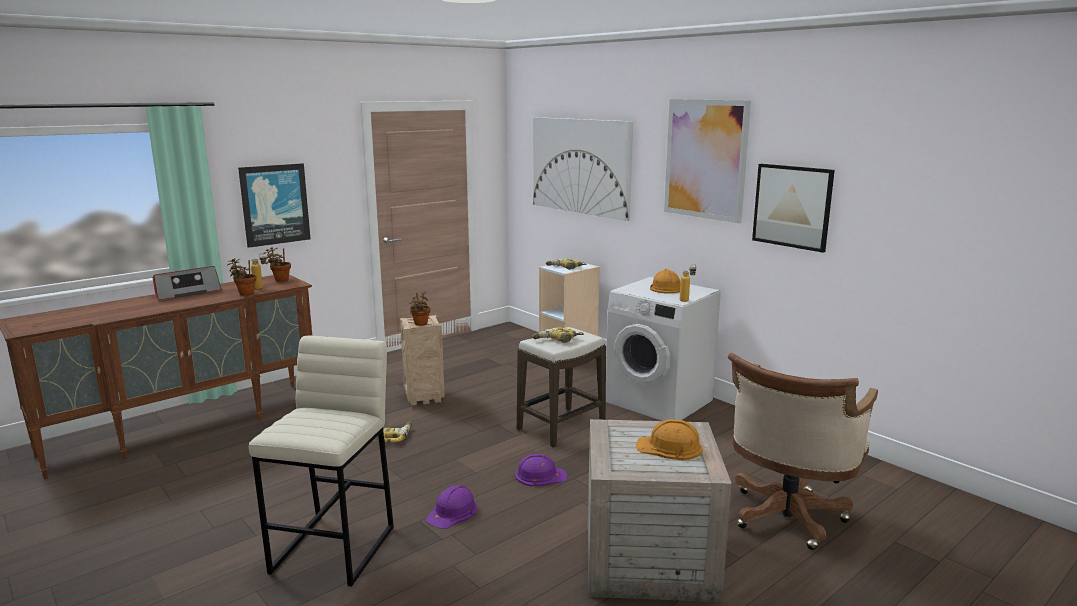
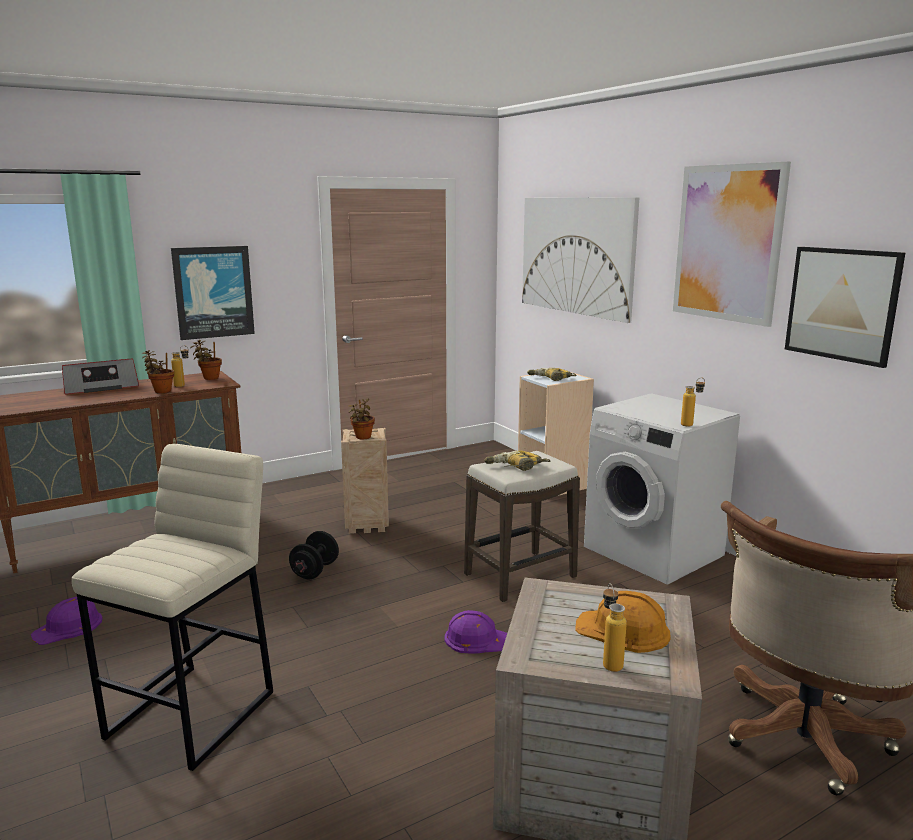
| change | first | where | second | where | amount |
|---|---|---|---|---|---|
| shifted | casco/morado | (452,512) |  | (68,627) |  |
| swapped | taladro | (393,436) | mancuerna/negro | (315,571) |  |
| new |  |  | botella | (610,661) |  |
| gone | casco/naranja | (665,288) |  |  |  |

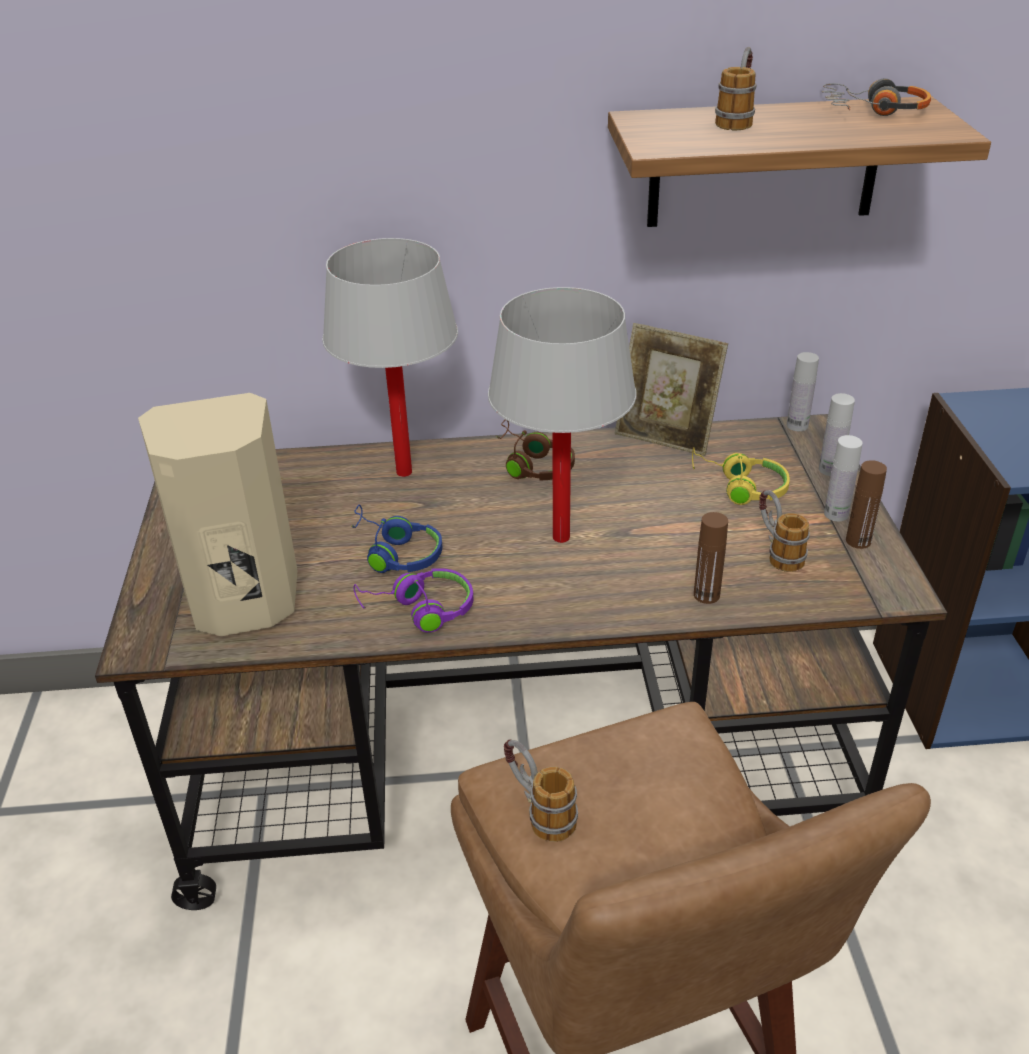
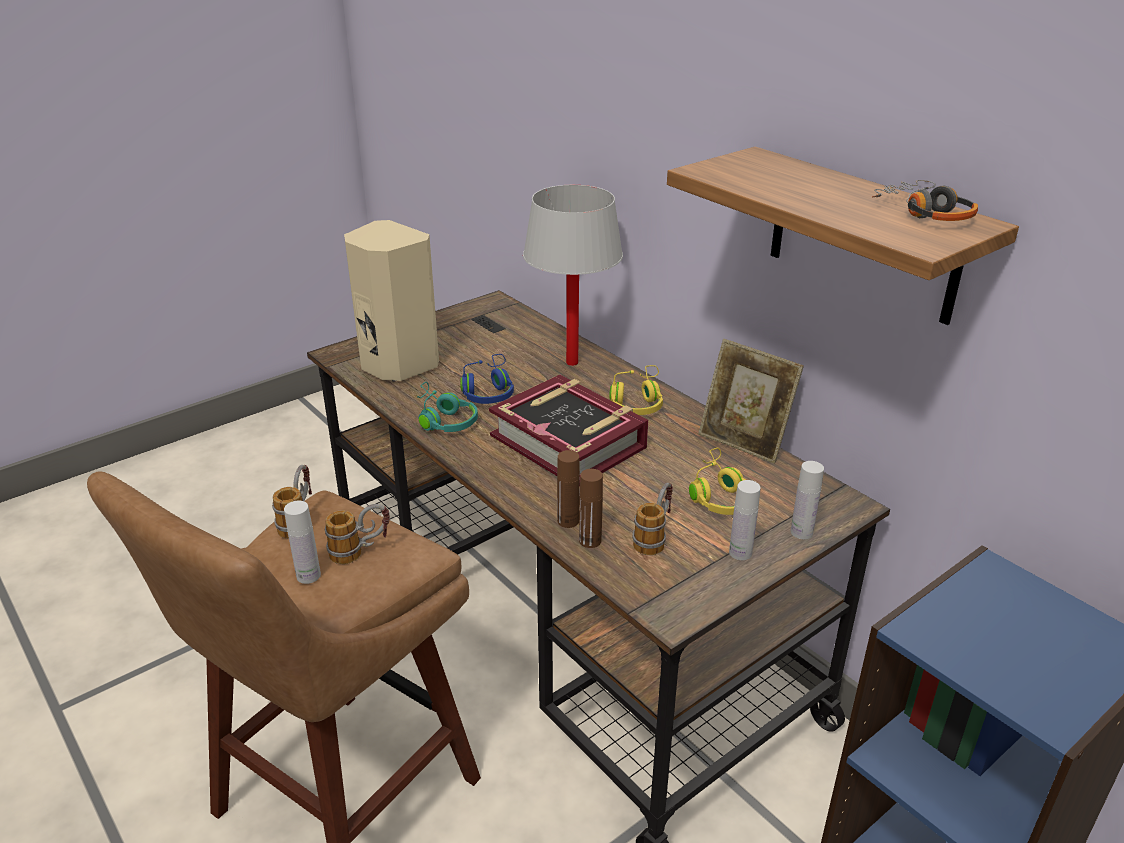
| change | first | where | second | where | amount |
|---|---|---|---|---|---|
| shifted | botella/blanco | (797,425) |  | (308,575) |  |
| shifted | taza grande | (737,119) |  | (360,551) |  |
| repainted | auriculares/morado | (419,610) | auriculares/turquesa | (443,419) |  |
| swapped | lámpara de mesa/blanco | (561,537) | libro | (569,441) |  |
| shifted | botella/marrón | (858,541) |  | (590,540) |  |
| repainted | auriculares/marrón | (532,464) | auriculares/amarillo | (637,402) |  |
| rotated | portarretratos | (666,436) |  | (744,442) | 45 degrees counterclockwise |

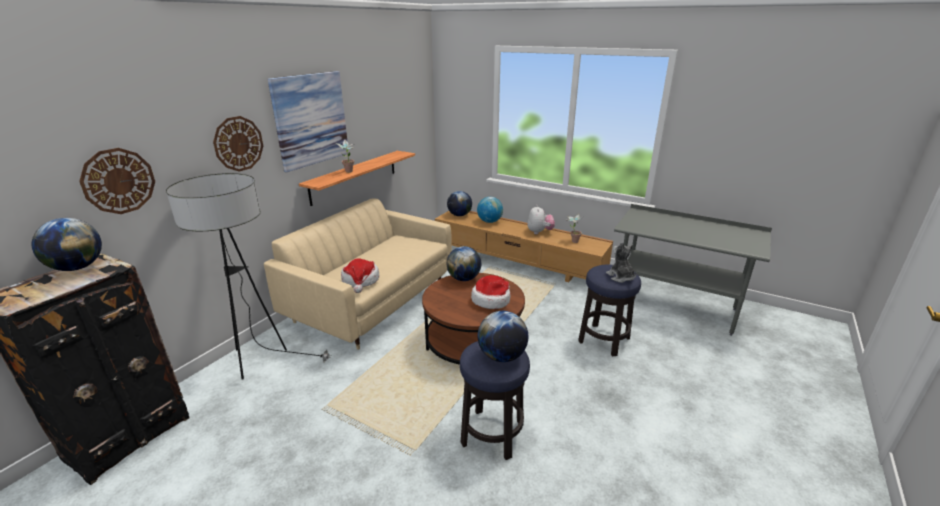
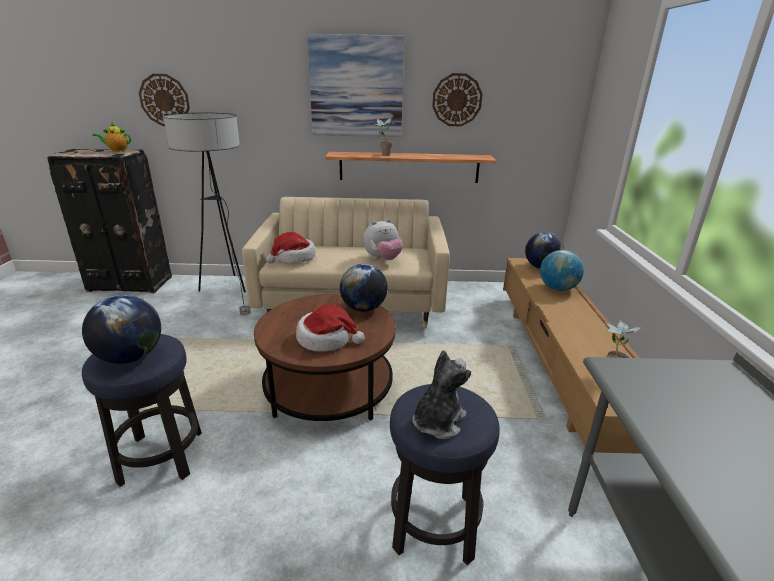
| change | first | where | second | where | amount |
|---|---|---|---|---|---|
| swapped | globo terráqueo | (77,268) | tetera | (117,150) |  |
| shifted | peluche | (539,232) |  | (383,259) |  |
| shifted | reloj de pared | (238,144) |  | (457,100) |  |

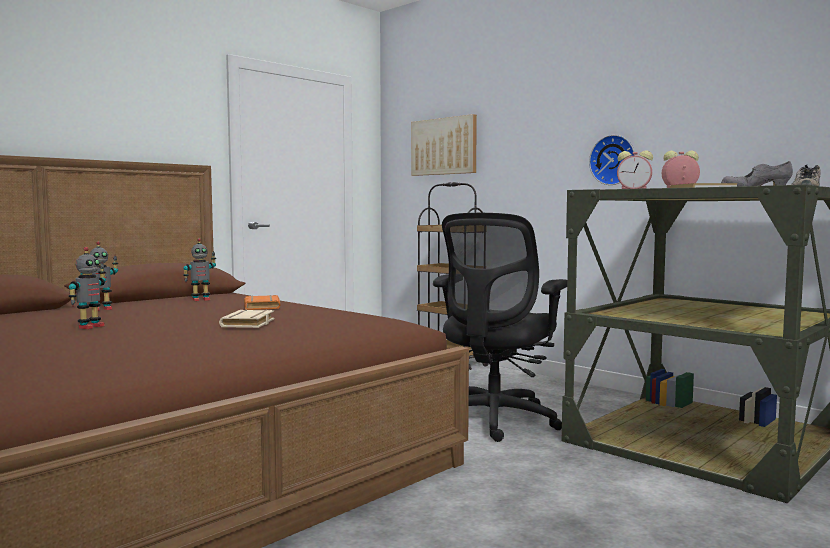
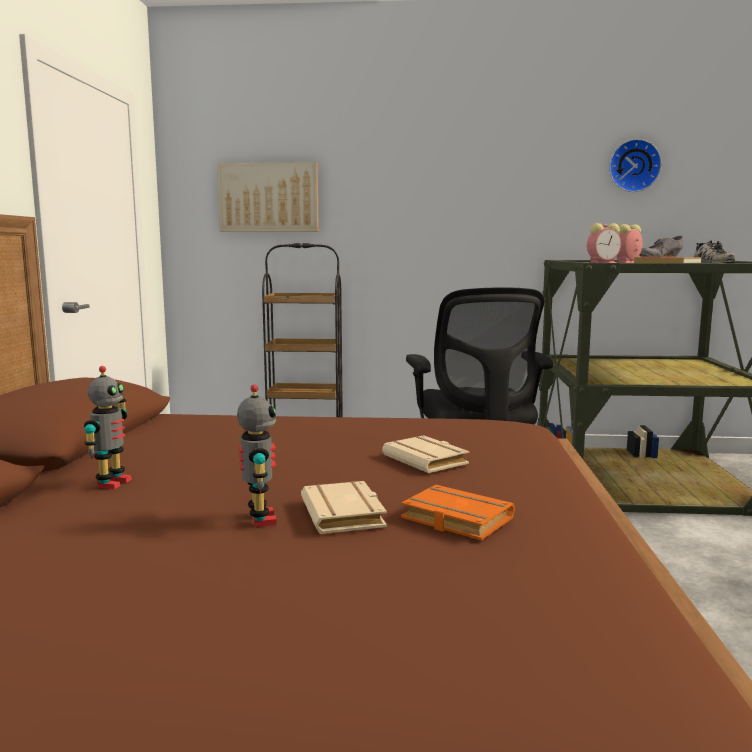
| change | first | where | second | where | amount |
|---|---|---|---|---|---|
| new |  |  | libro/beis | (346,515) |  |
| shifted | libro/naranja | (260,306) |  | (453,519) |  |
| shifted | reloj de pared | (613,160) |  | (633,166) |  |
| gone | robot de juguete | (201,300) |  |  |  |

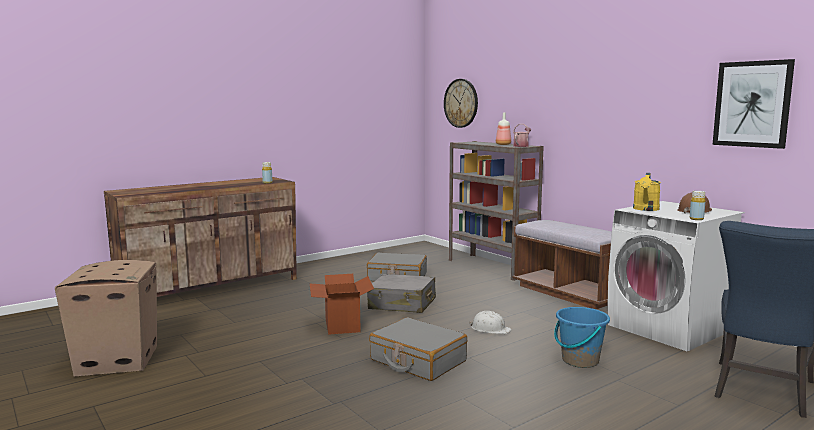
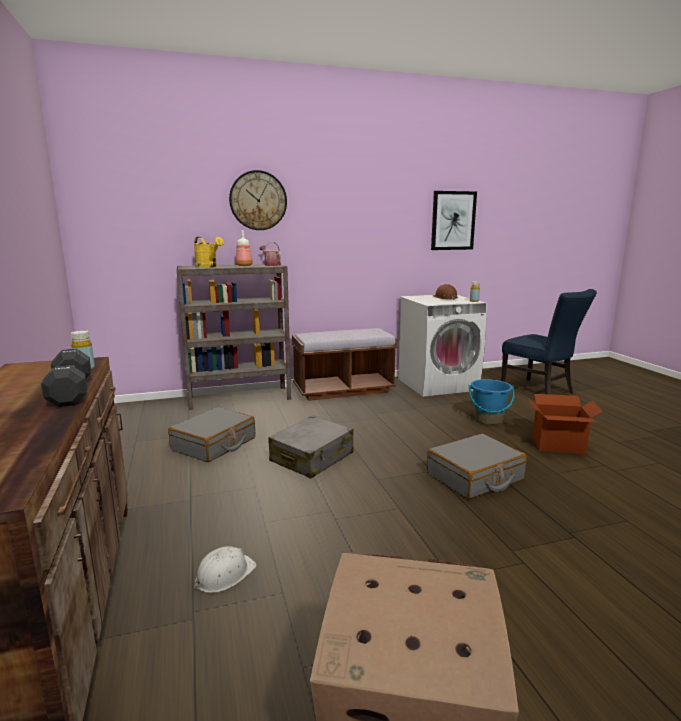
| change | first | where | second | where | amount |
|---|---|---|---|---|---|
| new |  |  | mancuerna/negro | (71,392) |  |
| shifted | regadera/amarillo | (645,209) |  | (208,266) |  |
| shifted | casco/blanco | (490,329) |  | (224,575) |  |
| shifted | reloj de pared | (461,103) |  | (258,200) |  |
| shifted | caja de cartón | (341,325) |  | (558,445) |  |

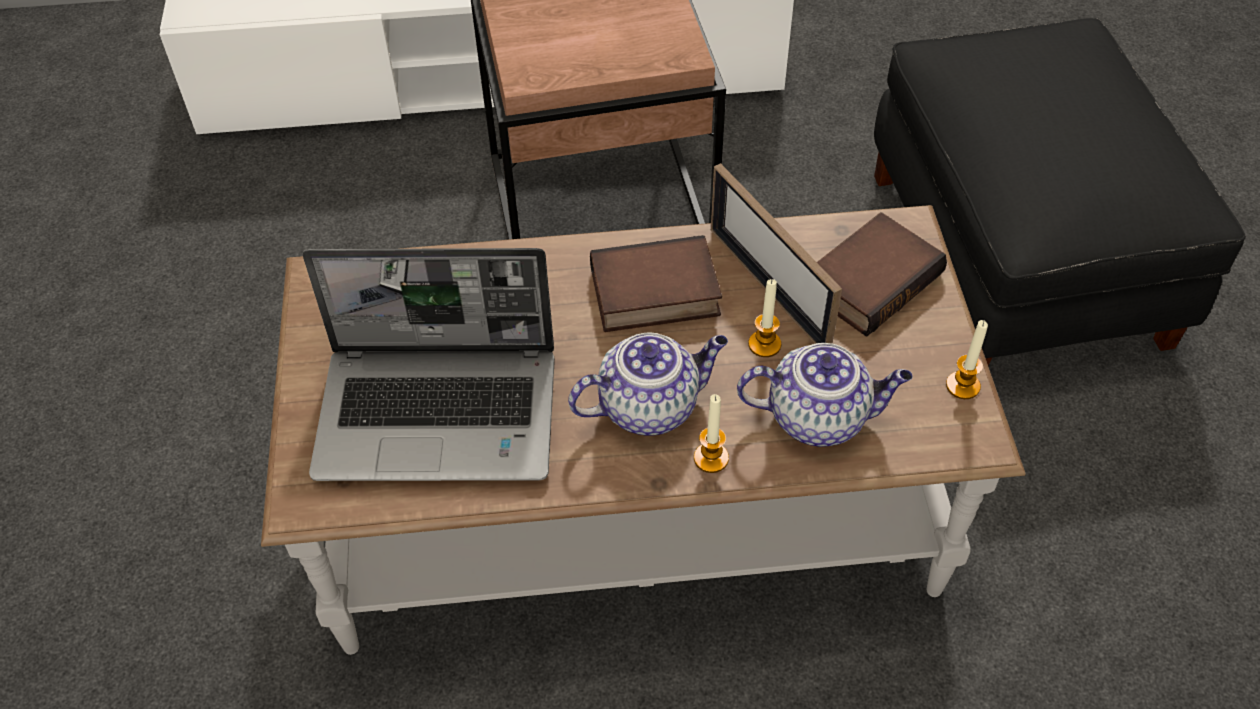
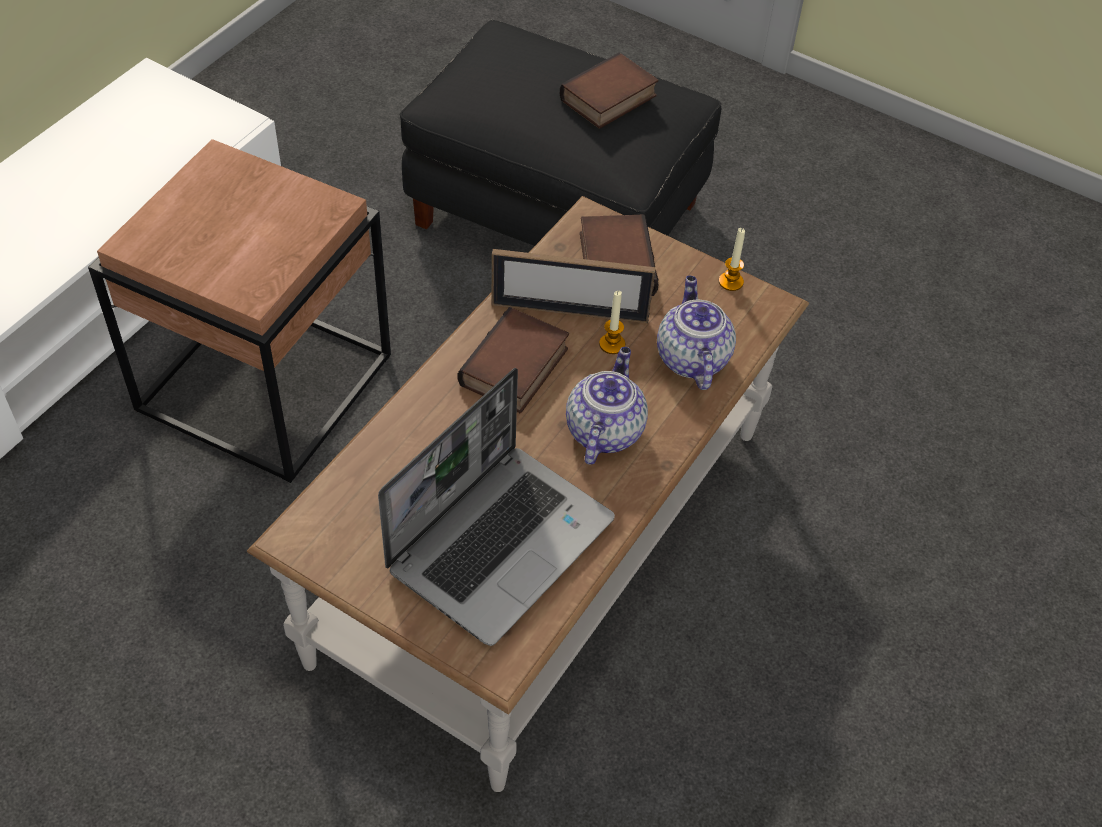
| change | first | where | second | where | amount |
|---|---|---|---|---|---|
| new |  |  | libro | (609,100) |  |
| rotated | tetera | (819,417) |  | (691,358) | 45 degrees counterclockwise |
| gone | vela | (711,458) |  |  |  |

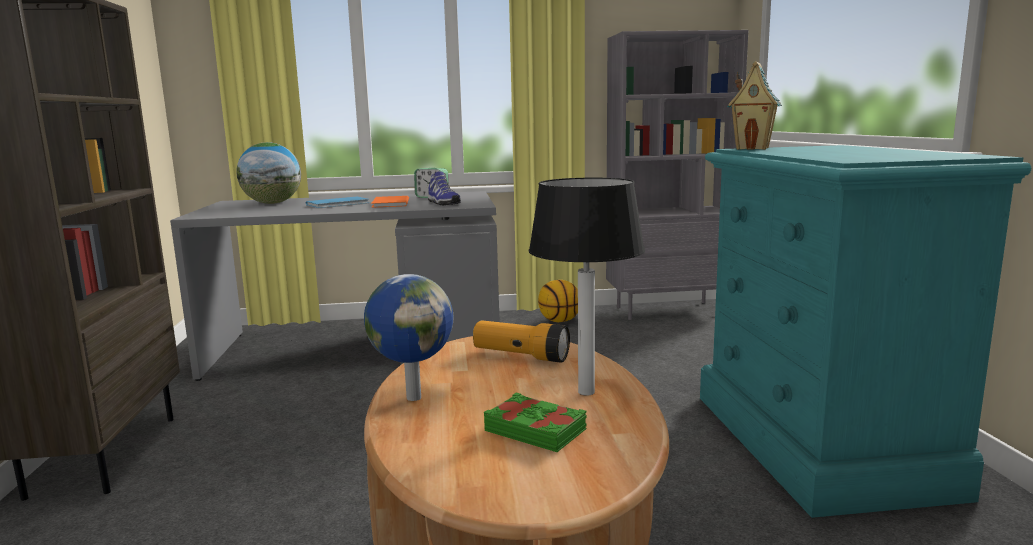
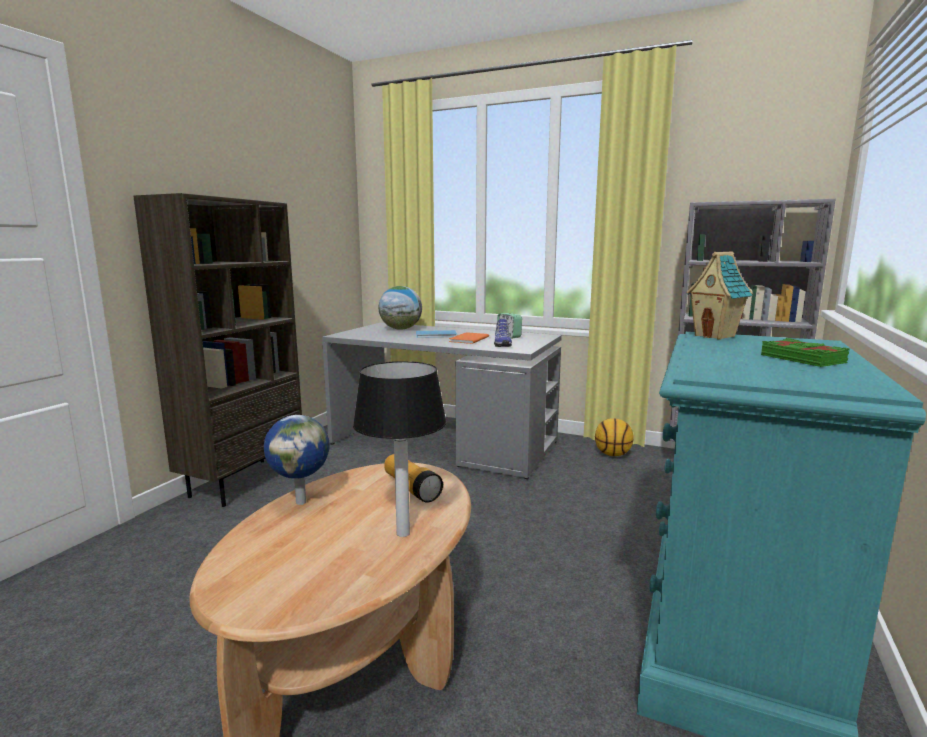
| change | first | where | second | where | amount |
|---|---|---|---|---|---|
| shifted | libro/verde | (536,430) |  | (803,359) |  |

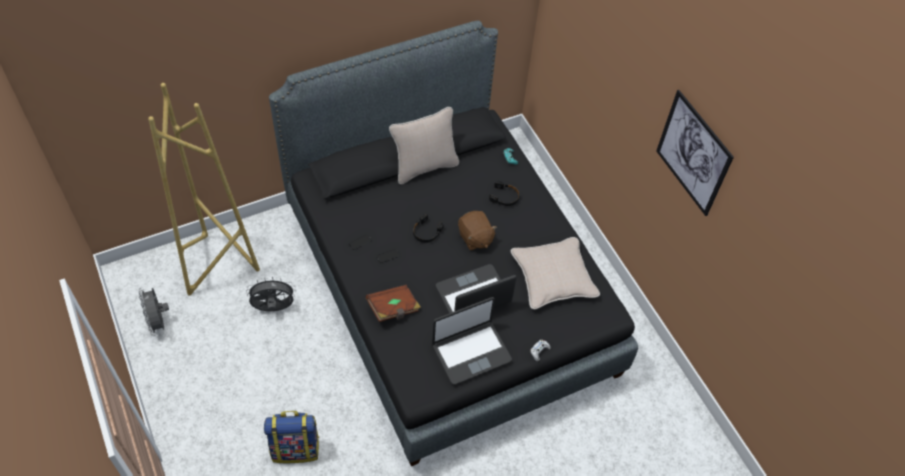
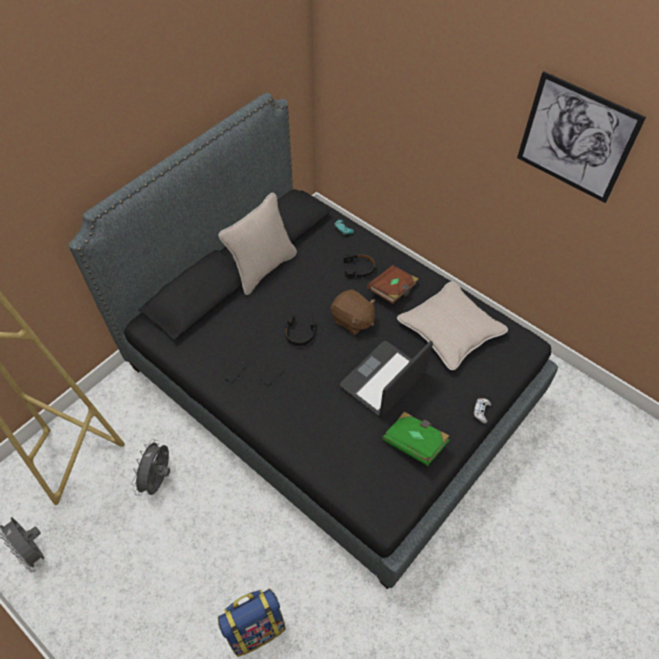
| change | first | where | second | where | amount |
|---|---|---|---|---|---|
| rotated | ventilador/gris | (273,308) |  | (159,479) | 45 degrees counterclockwise |
| shifted | libro/marrón | (393,309) |  | (393,290) |  |
| swapped | portátil | (471,352) | libro/verde | (415,442) |  |

